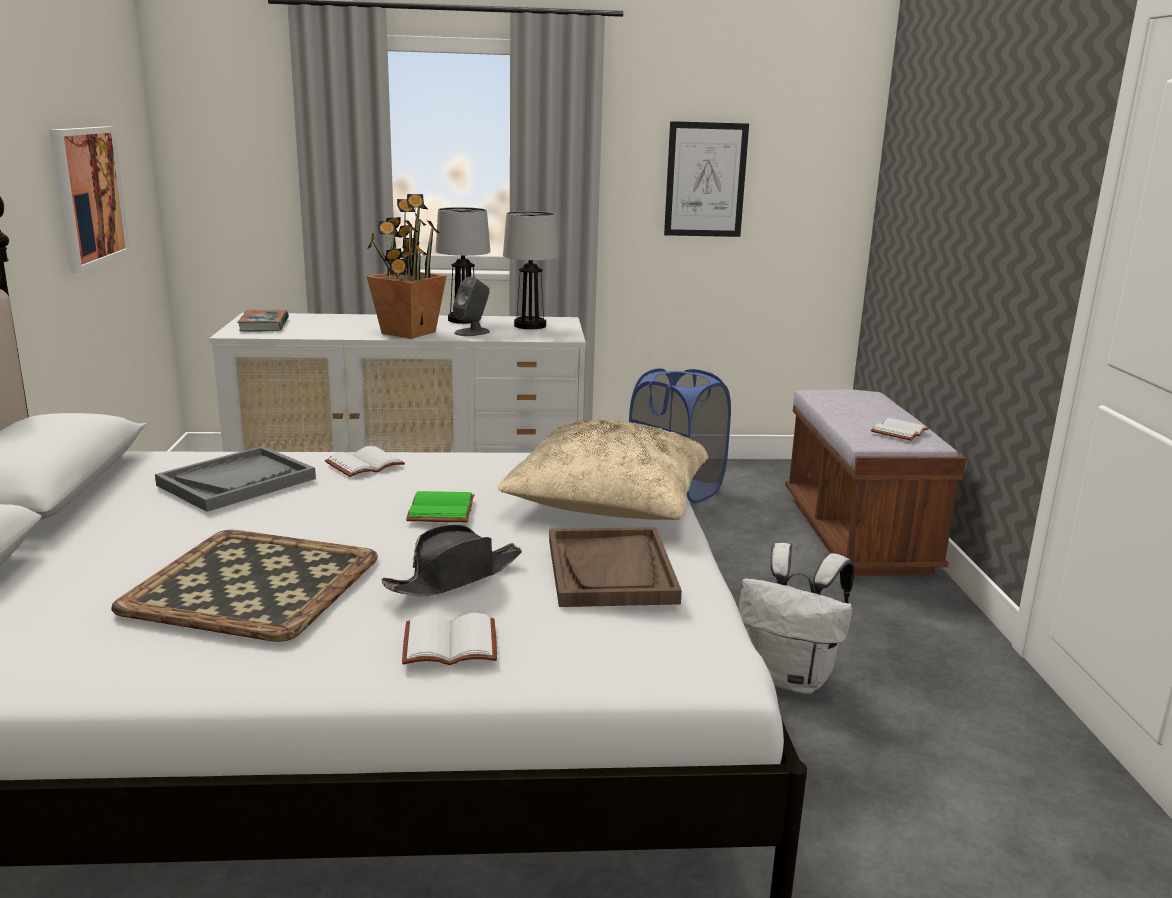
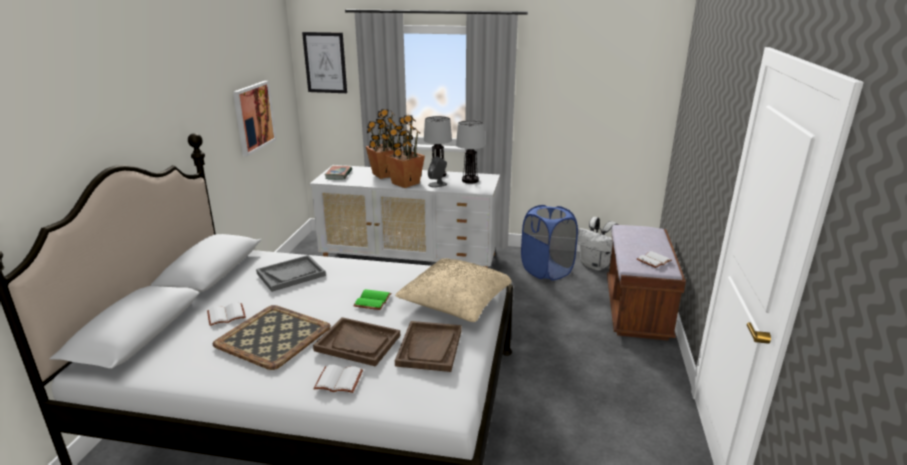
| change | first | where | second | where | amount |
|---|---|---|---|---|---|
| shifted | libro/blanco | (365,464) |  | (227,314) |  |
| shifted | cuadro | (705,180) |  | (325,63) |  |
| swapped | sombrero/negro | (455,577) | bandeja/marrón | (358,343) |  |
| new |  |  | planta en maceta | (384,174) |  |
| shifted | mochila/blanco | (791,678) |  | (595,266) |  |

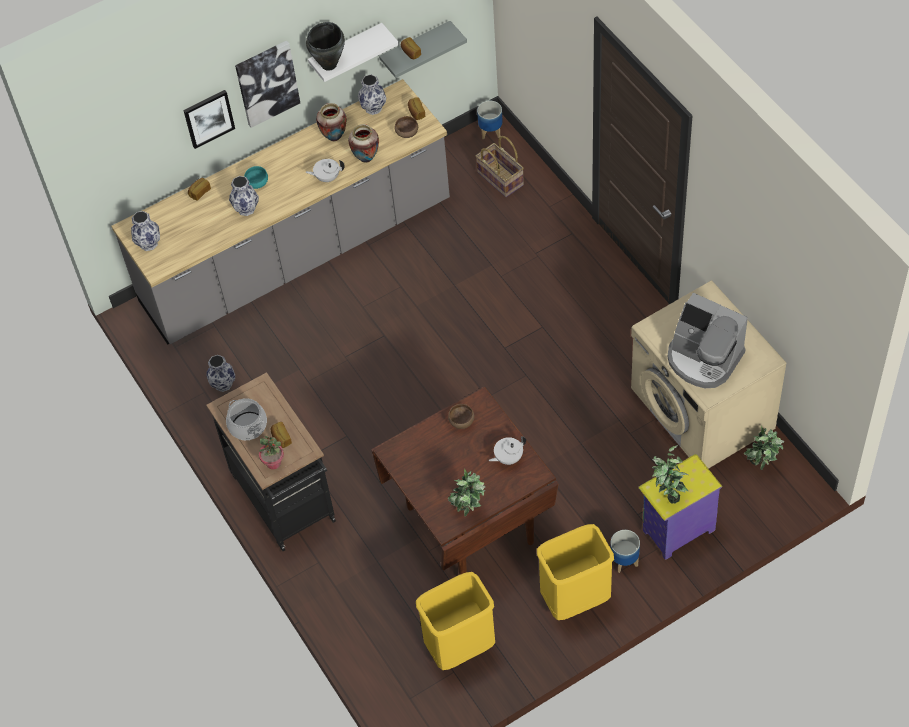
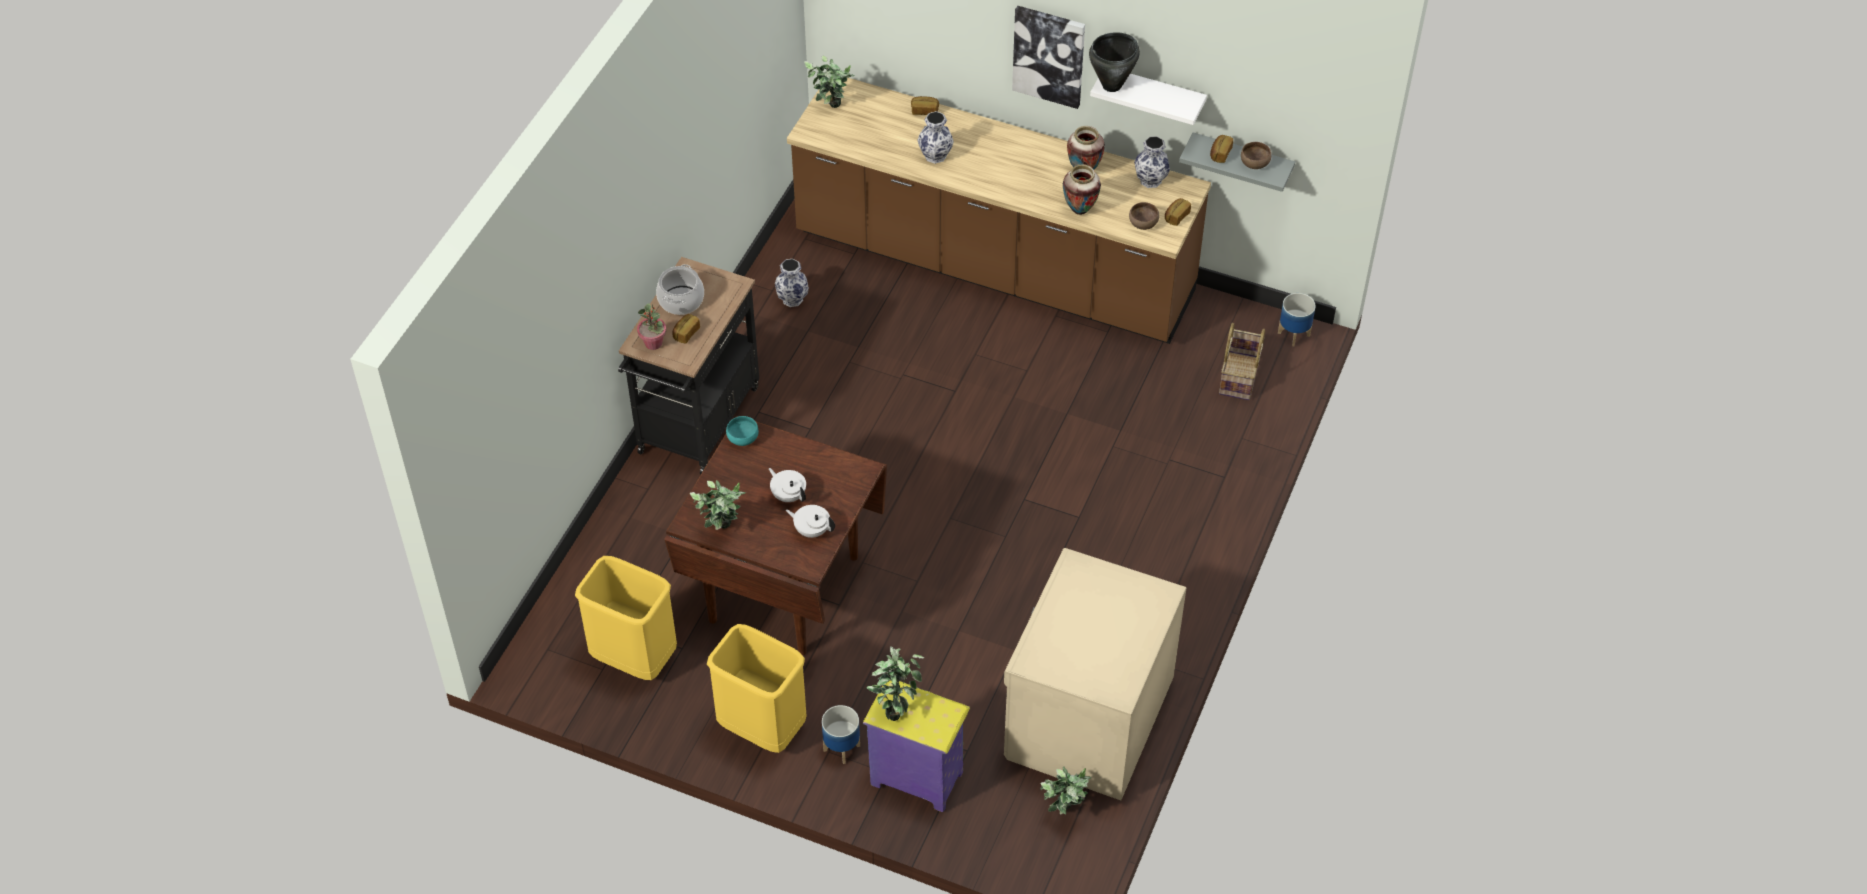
| change | first | where | second | where | amount |
|---|---|---|---|---|---|
| shifted | cuenco/turquesa | (257,183) |  | (742,439) |  |
| shifted | tetera/blanco | (327,177) |  | (788,495) |  |
| repainted | mueble bajo de cocina/gris | (297,254) | mueble bajo de cocina/marrón | (993,266) |  |
| swapped | florero | (148,244) | planta en maceta | (831,110) |  |
| shifted | cuenco/marrón | (461,421) |  | (1254,163) |  |
| gone | cuadro | (208,118) |  |  |  |
| gone | cafetera | (703,359) |  |  |  |

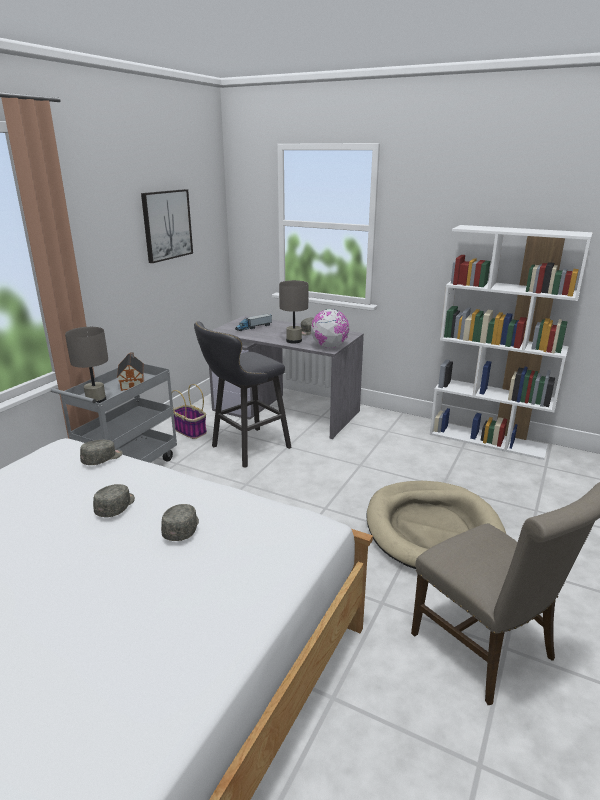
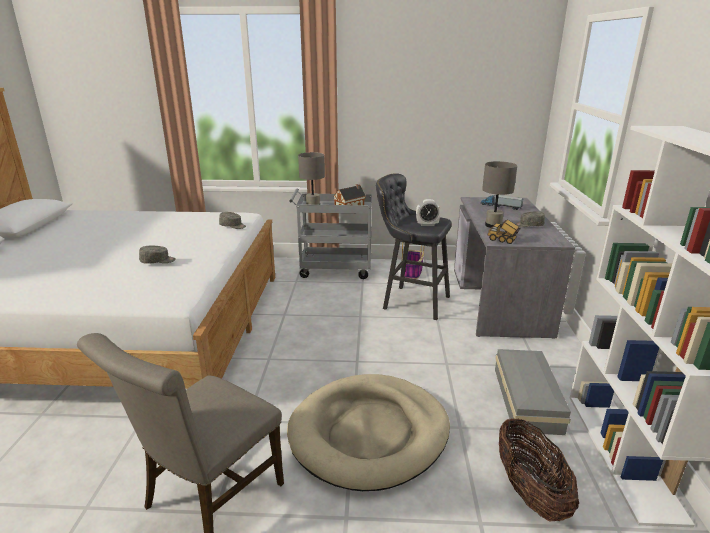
| change | first | where | second | where | amount |
|---|---|---|---|---|---|
| new |  |  | despertador | (427,224) |  |
| swapped | globo terráqueo | (329,347) | camión de juguete | (503,240) |  |
| new |  |  | caja de almacenaje/gris | (527,398) |  |
| new |  |  | cesta | (529,491) |  |
| gone | gorra/gris | (116,507) |  |  |  |
| gone | cuadro | (167,225) |  |  |  |

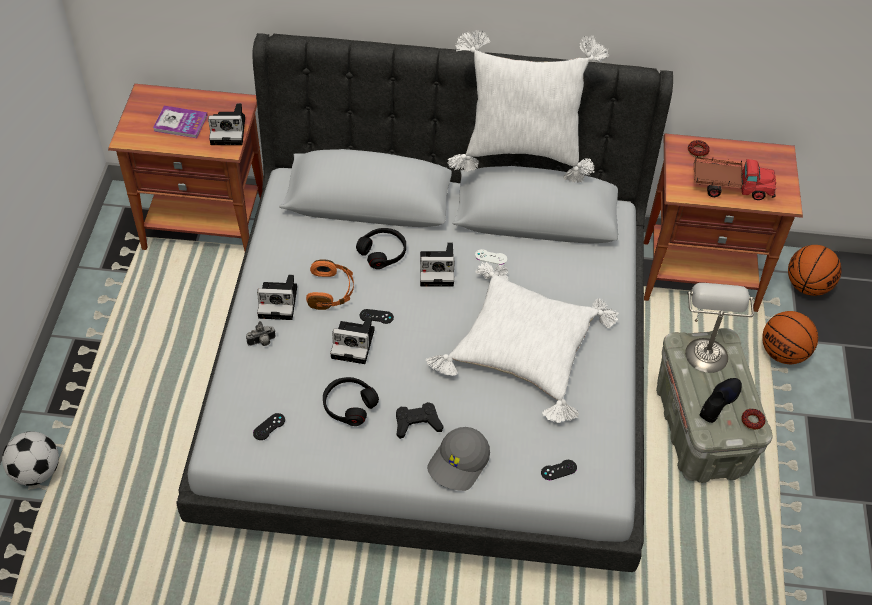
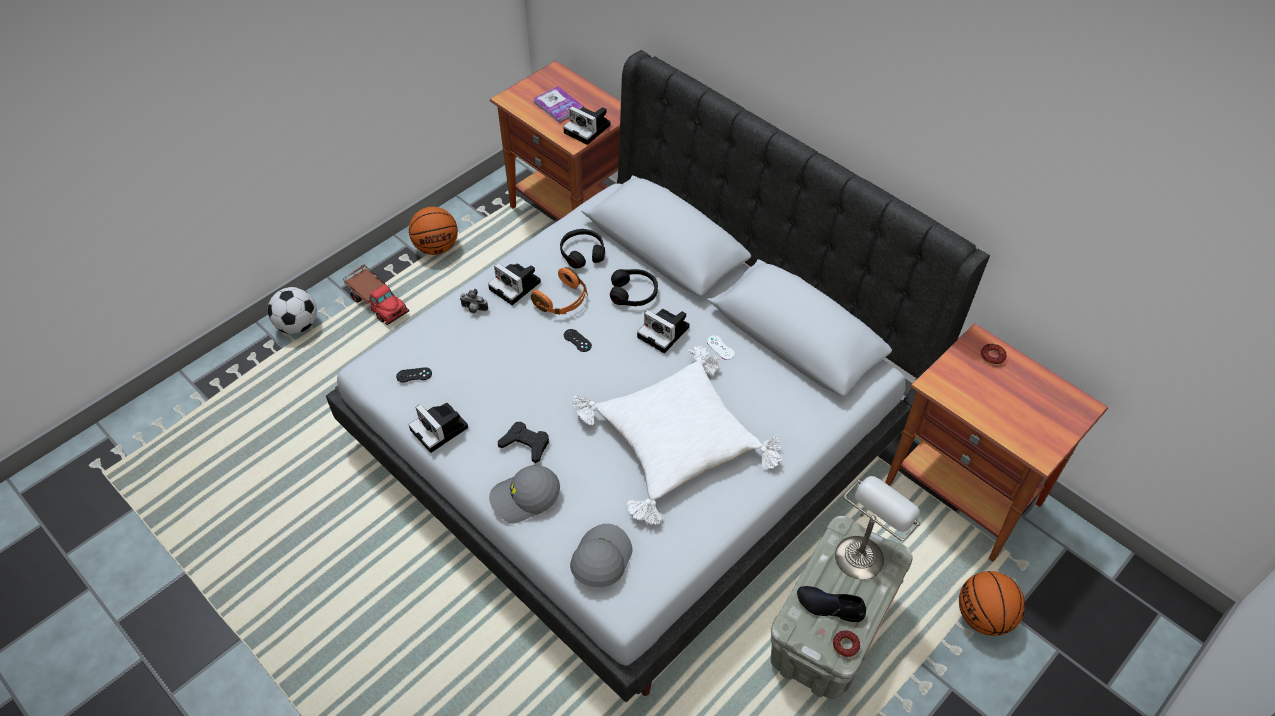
| change | first | where | second | where | amount |
|---|---|---|---|---|---|
| shifted | camión de juguete | (730,186) |  | (377,301) |  |
| shifted | cámara | (355,343) |  | (441,430) |  |
| shifted | balón de baloncesto | (807,286) |  | (436,247) |  |
| shifted | auriculares/negro | (349,405) |  | (582,253) |  |
| swapped | mando de consola/negro | (558,470) | gorra/gris | (600,559) |  |
| rotated | zapato/negro | (719,402) |  | (830,606) | 150 degrees counterclockwise |
| gone | cojín/blanco | (520,160) |  |  |  |

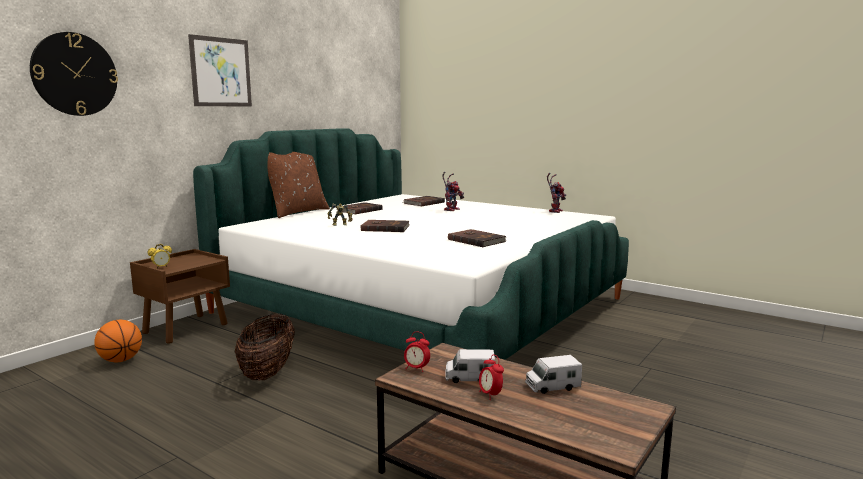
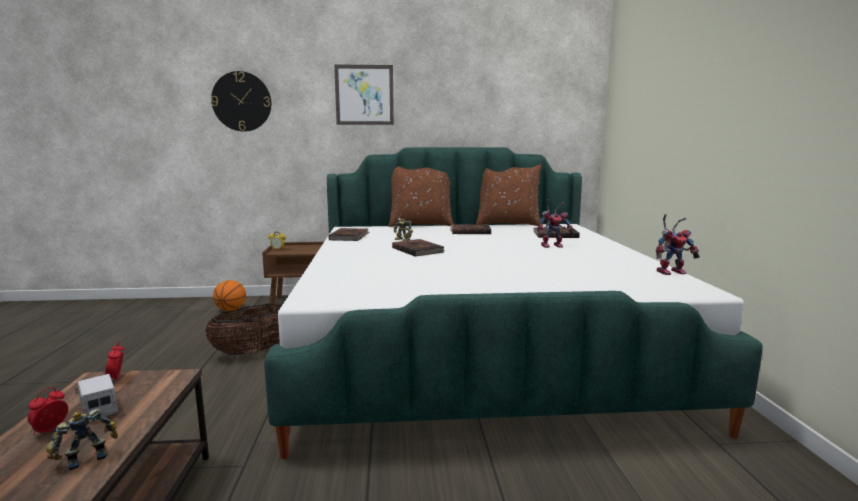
| change | first | where | second | where | amount |
|---|---|---|---|---|---|
| swapped | camión de juguete | (552,386) | robot de juguete | (85,458) |  |
| shifted | libro/marrón | (476,240) |  | (350,236) |  |
| new |  |  | cojín/marrón | (507,224) |  |

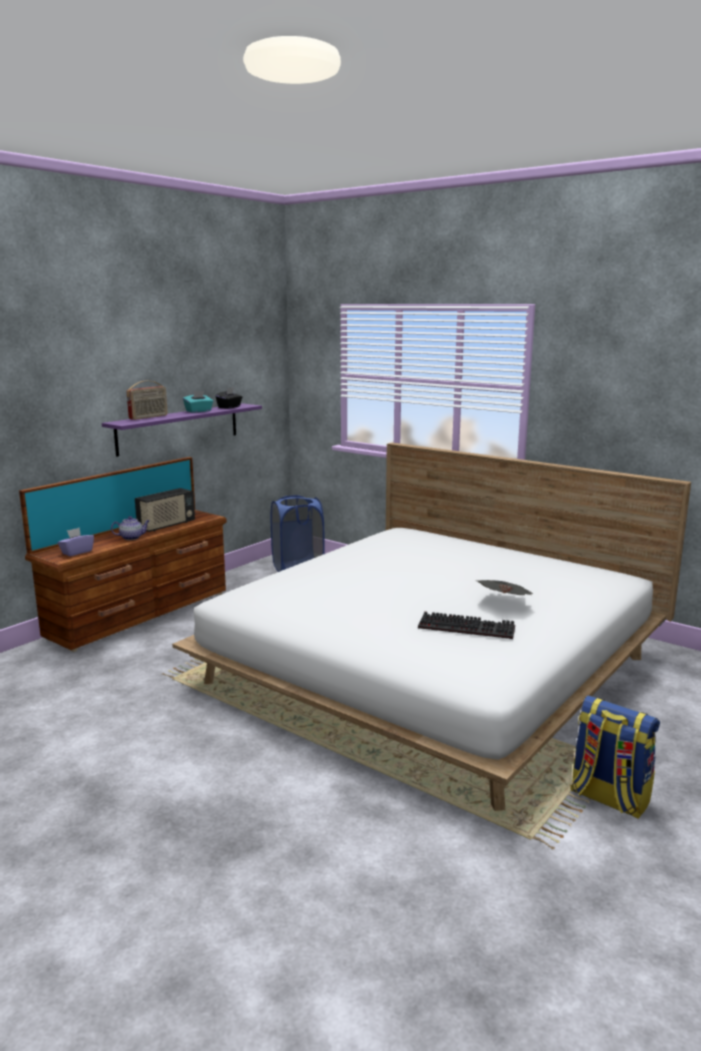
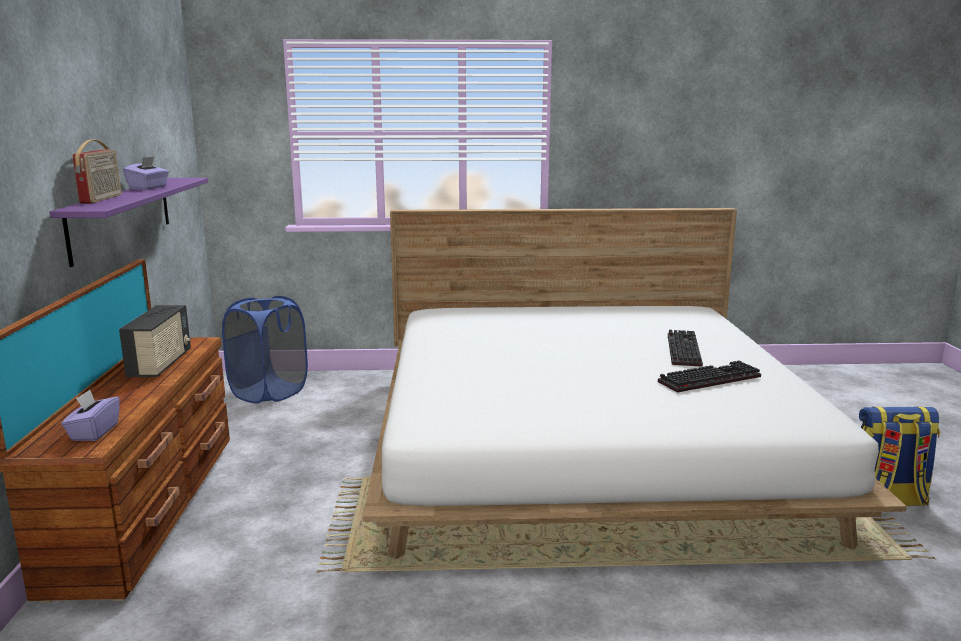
| change | first | where | second | where | amount |
|---|---|---|---|---|---|
| repainted | caja de pañuelos/turquesa | (199,411) | caja de pañuelos/morado | (148,188) |  |
| swapped | periódico | (504,602) | teclado | (681,349) |  |
| gone | tetera | (132,537) |  |  |  |
| gone | caja de pañuelos/negro | (229,407) |  |  |  |

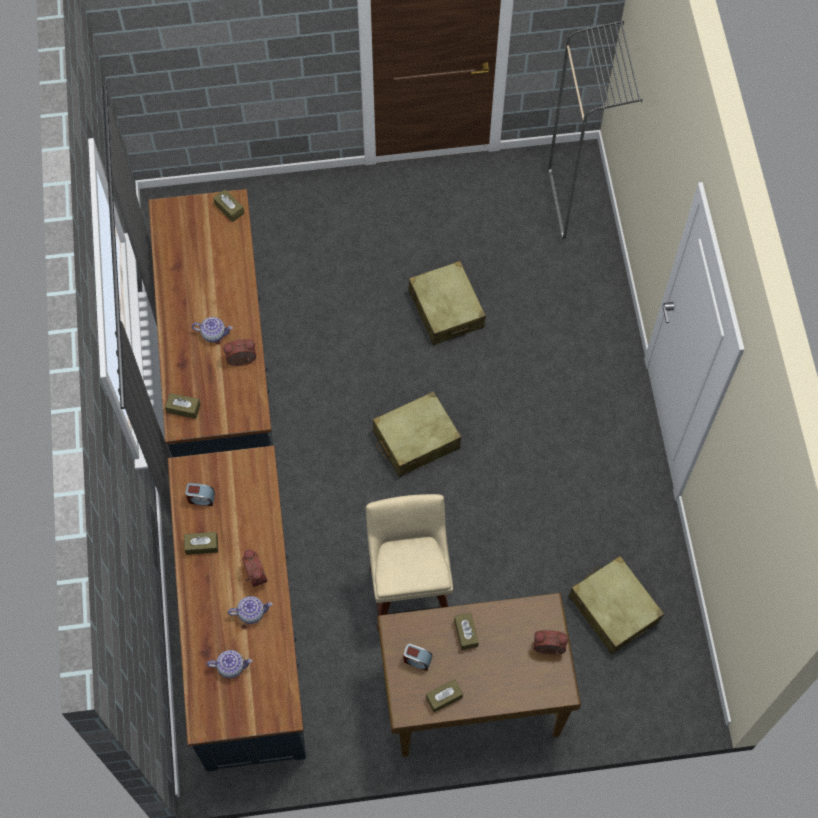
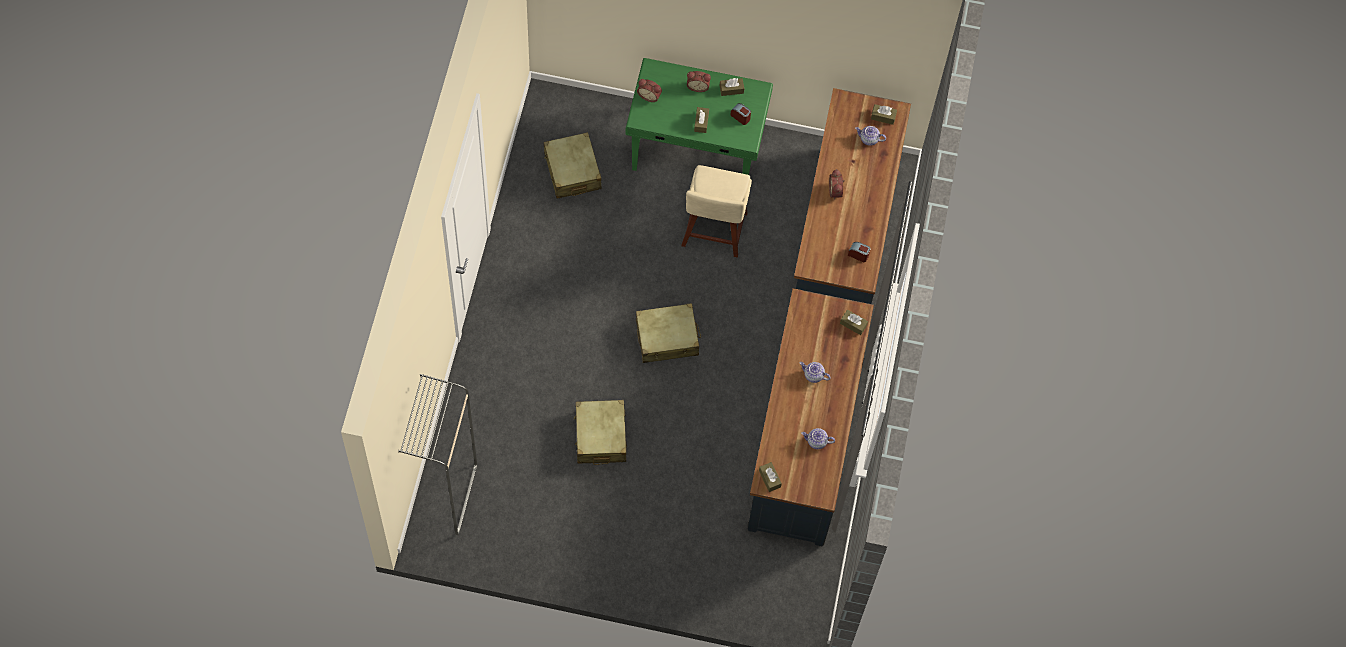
| change | first | where | second | where | amount |
|---|---|---|---|---|---|
| repainted | escritorio/marrón | (471,694) | escritorio/verde | (696,150) |  |
| shifted | despertador | (242,361) |  | (698,86) |  |
| shifted | tetera | (251,612) |  | (816,442) |  |
| shifted | caja de pañuelos/marrón | (202,545) |  | (883,117) |  |

